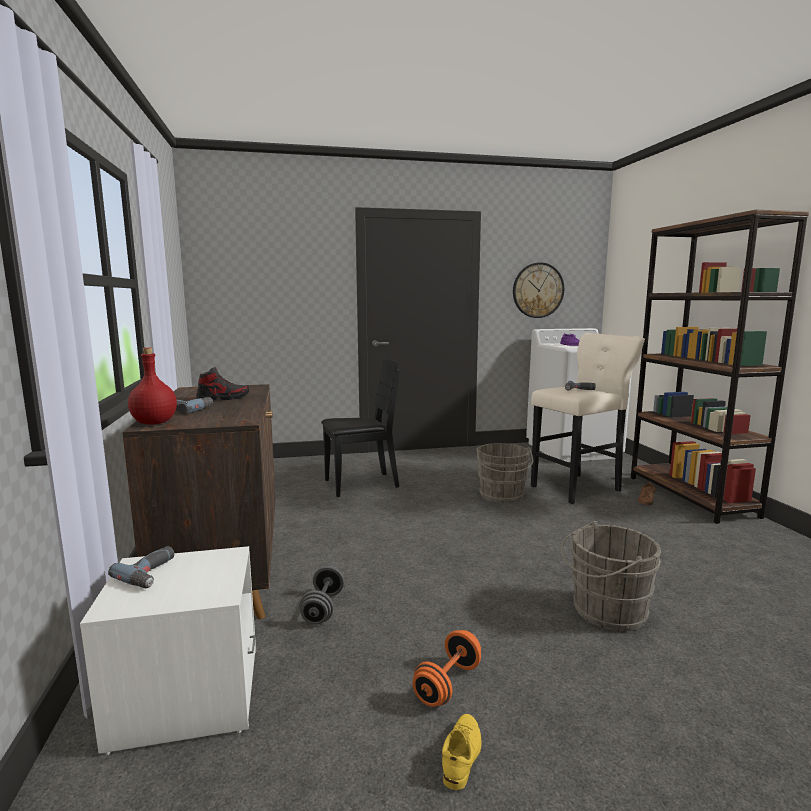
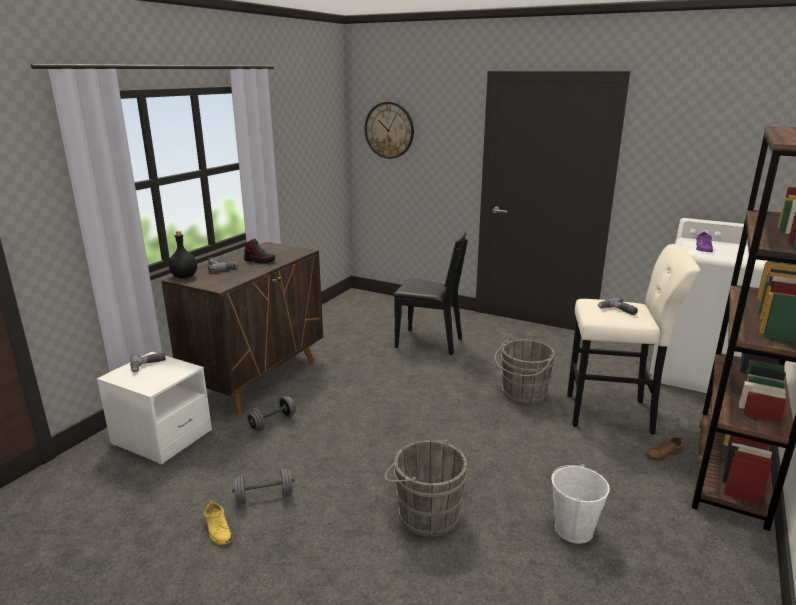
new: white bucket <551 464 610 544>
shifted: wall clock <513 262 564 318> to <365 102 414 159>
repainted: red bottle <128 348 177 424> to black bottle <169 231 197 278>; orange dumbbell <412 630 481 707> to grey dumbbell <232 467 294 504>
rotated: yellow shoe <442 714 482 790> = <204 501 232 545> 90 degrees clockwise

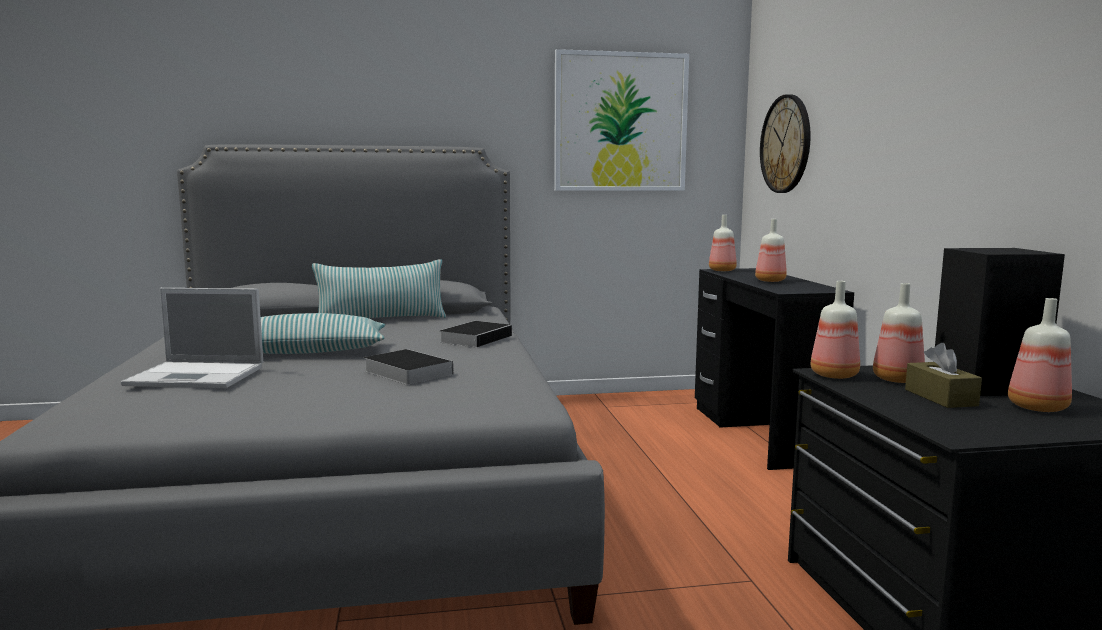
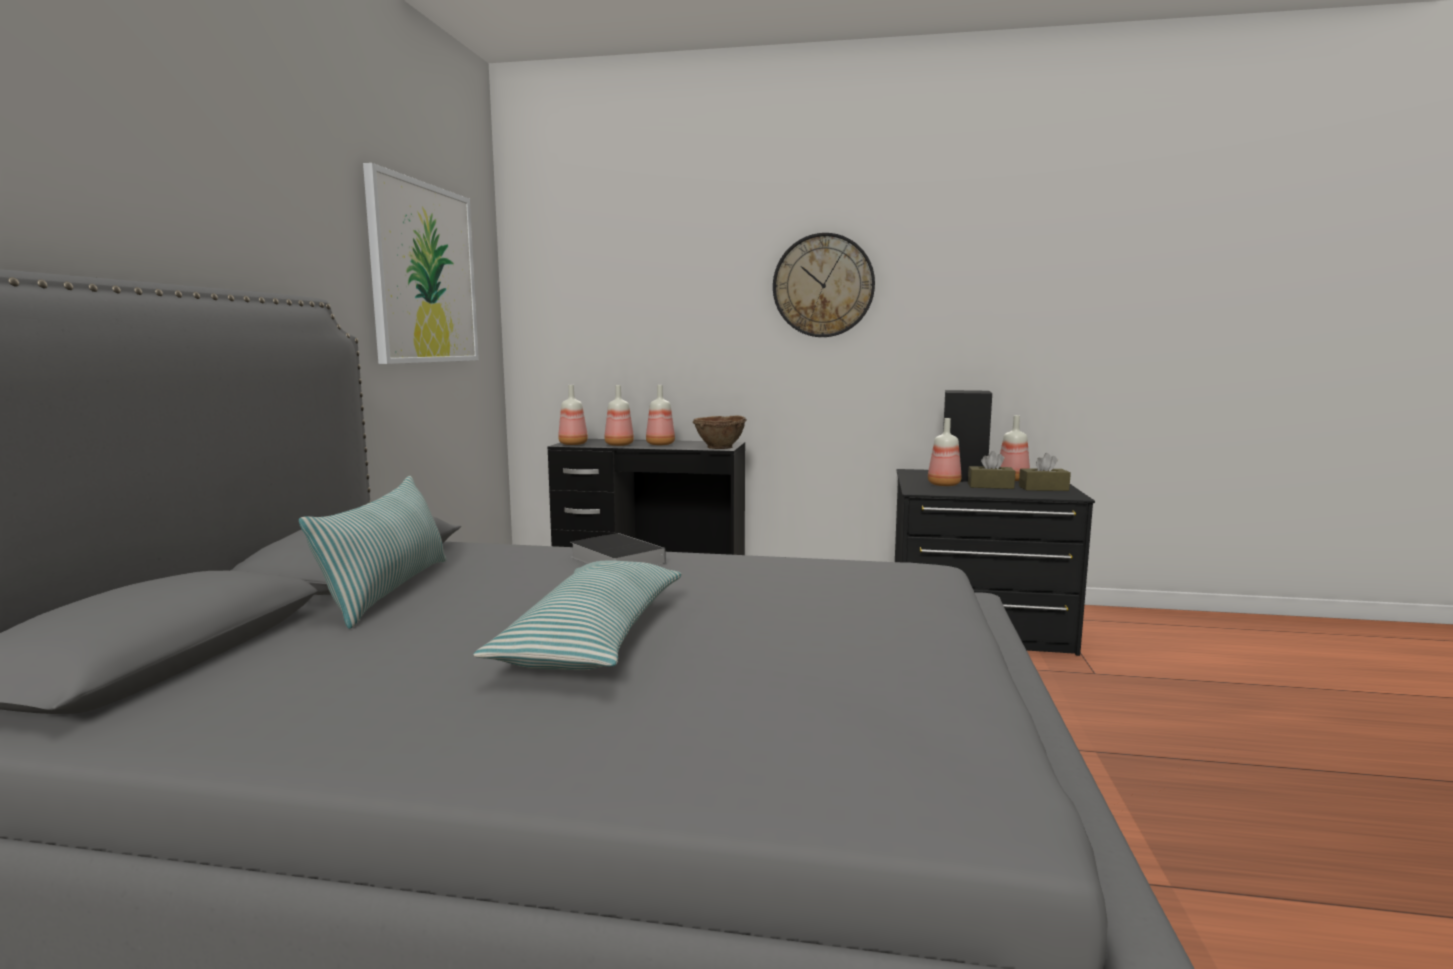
gone: laptop <121 288 263 388>; book <364 349 453 385>
new: brown bowl <693 415 747 449>; brown tissue box <1019 453 1071 491>
shifted: wall clock <760 94 810 193> to <773 233 875 337>; bottle <811 281 860 379> to <604 385 634 446>

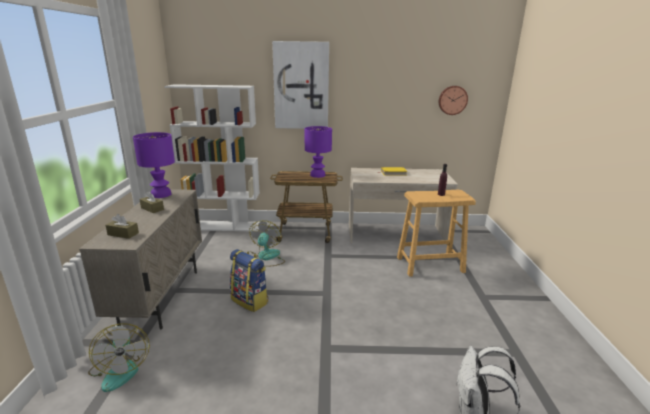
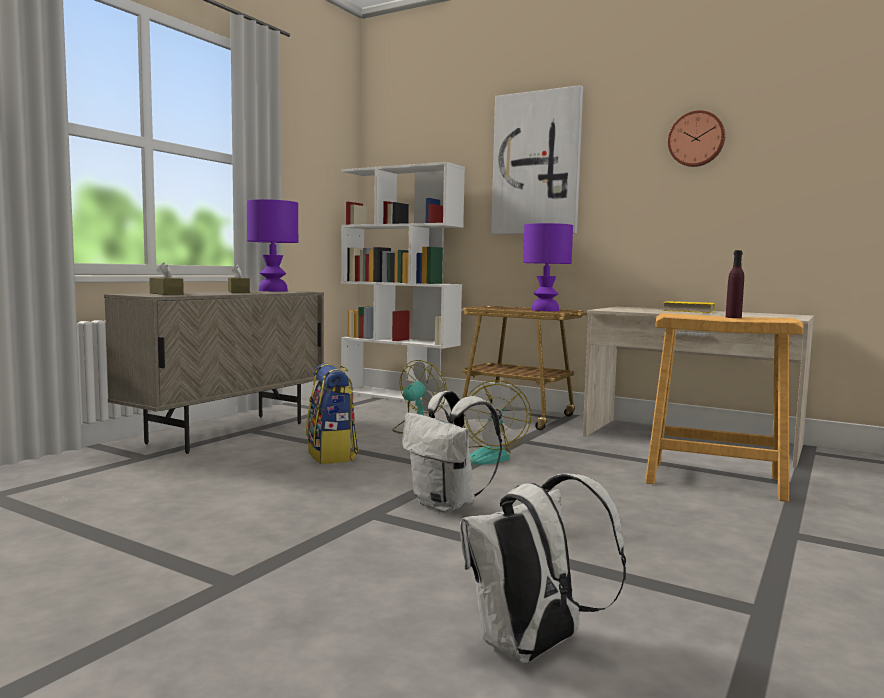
new: white backpack <402 391 502 513>
shifted: fan <88 323 150 392> to <464 380 531 465>; wall clock <439 86 468 115> to <668 110 725 167>

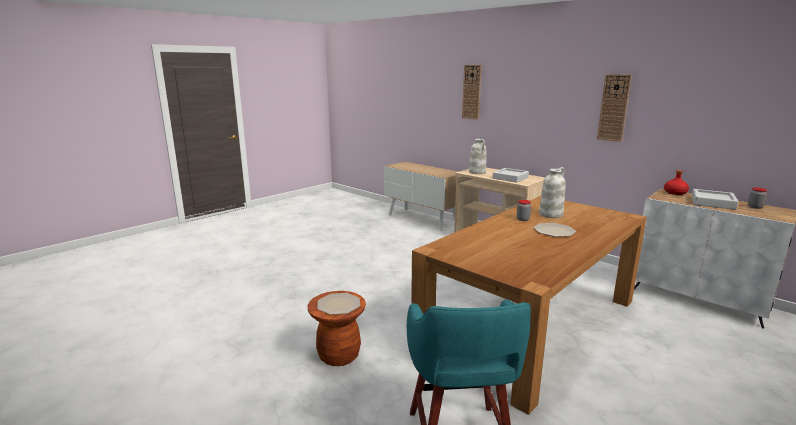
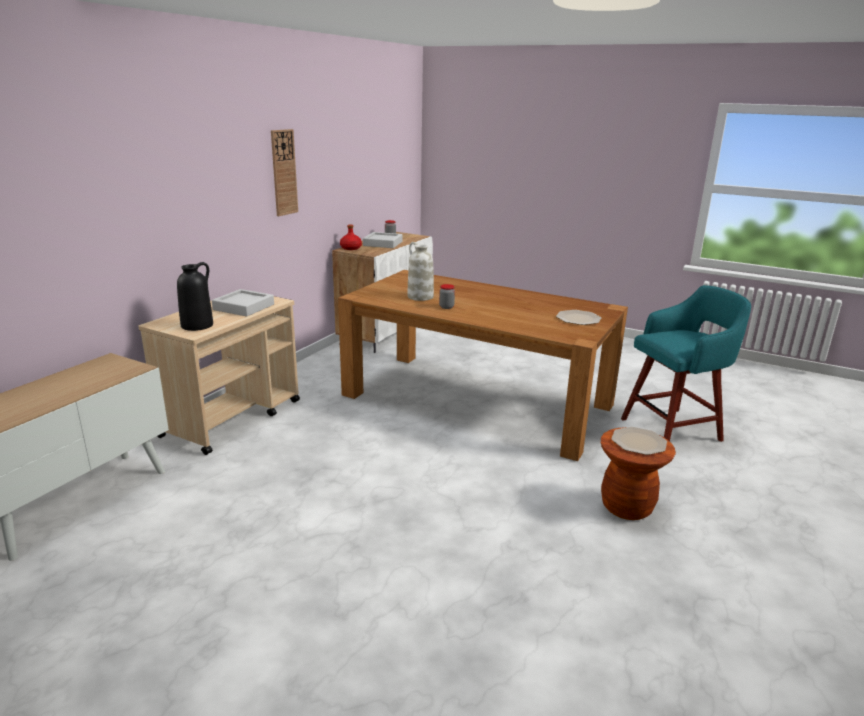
gone: wall clock <462 65 482 120>
shifted: plate <534 223 576 237> to <556 310 601 325>
repainted: white vase <469 139 486 174> to black vase <177 262 213 331>

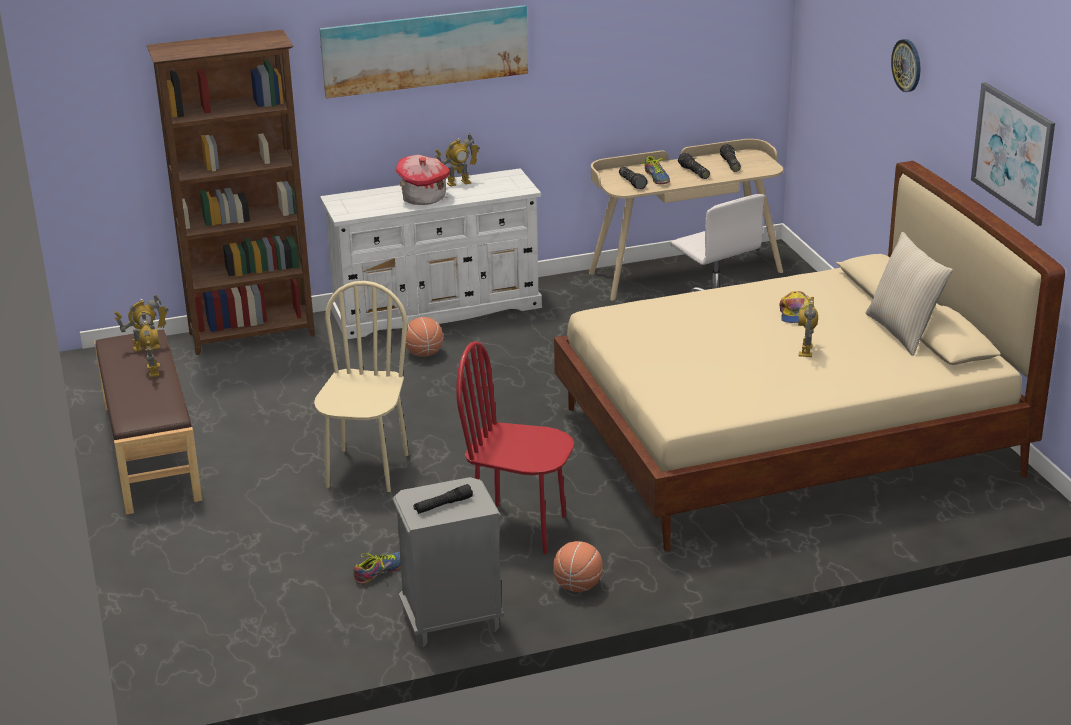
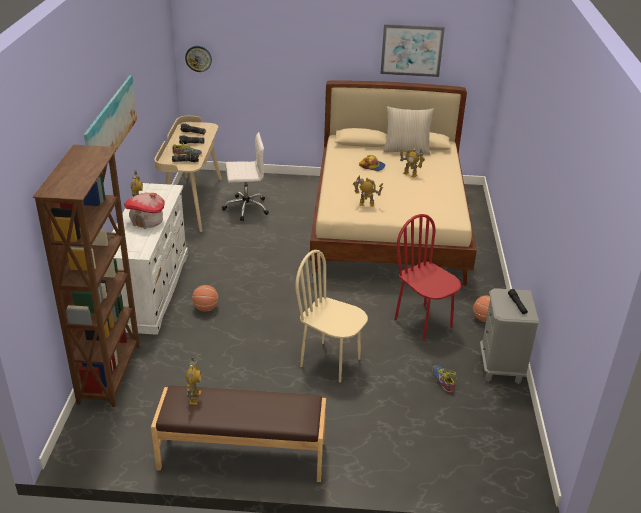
shifted: toy robot <139 312 160 377> to <353 175 383 207>; wall clock <891 39 921 92> to <185 46 212 72>
rotated: red chair <456 341 574 554> = <394 214 461 341> 105 degrees clockwise

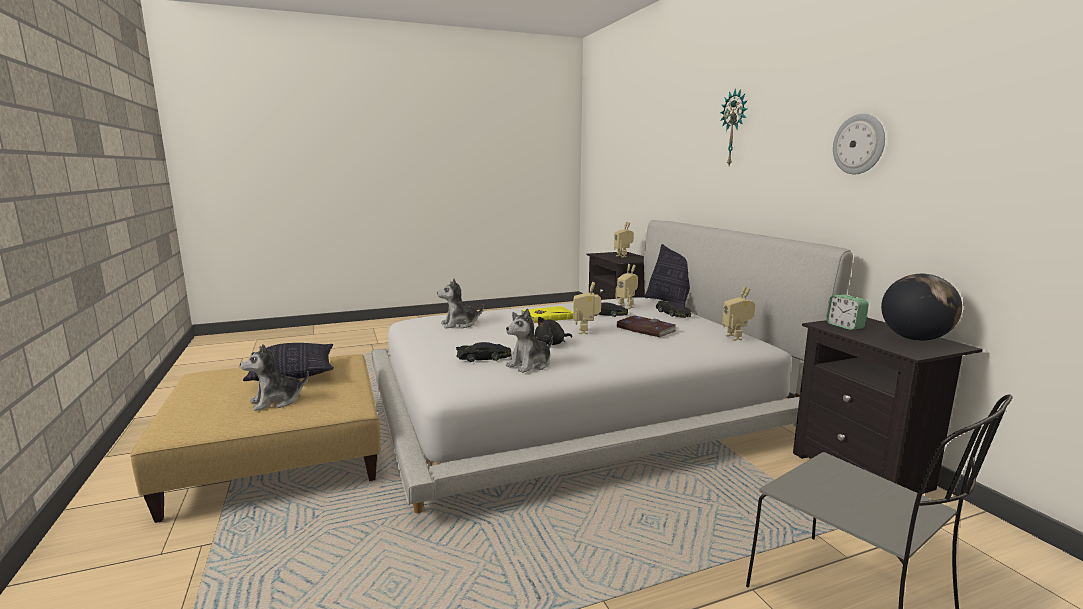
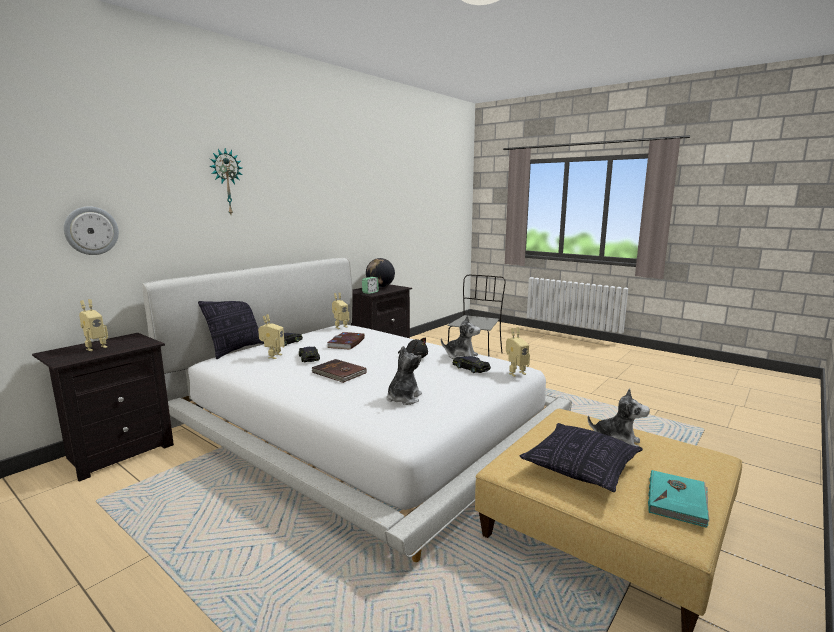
new: turquoise book <648 470 710 528>
shifted: toy robot <573 282 601 334> to <506 327 530 377>; wall clock <833 114 885 174> to <64 206 119 255>
repainted: yellow book <521 306 573 323> to brown book <312 359 367 383>
rotated: plush toy <437 279 484 329> = <386 346 422 405> 105 degrees counterclockwise

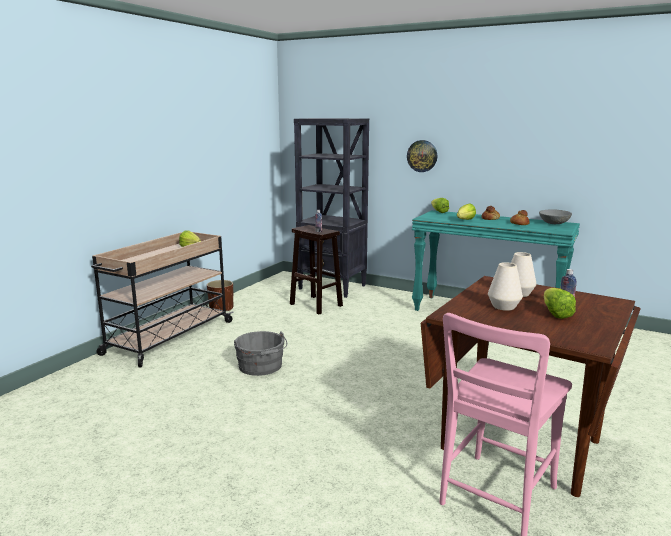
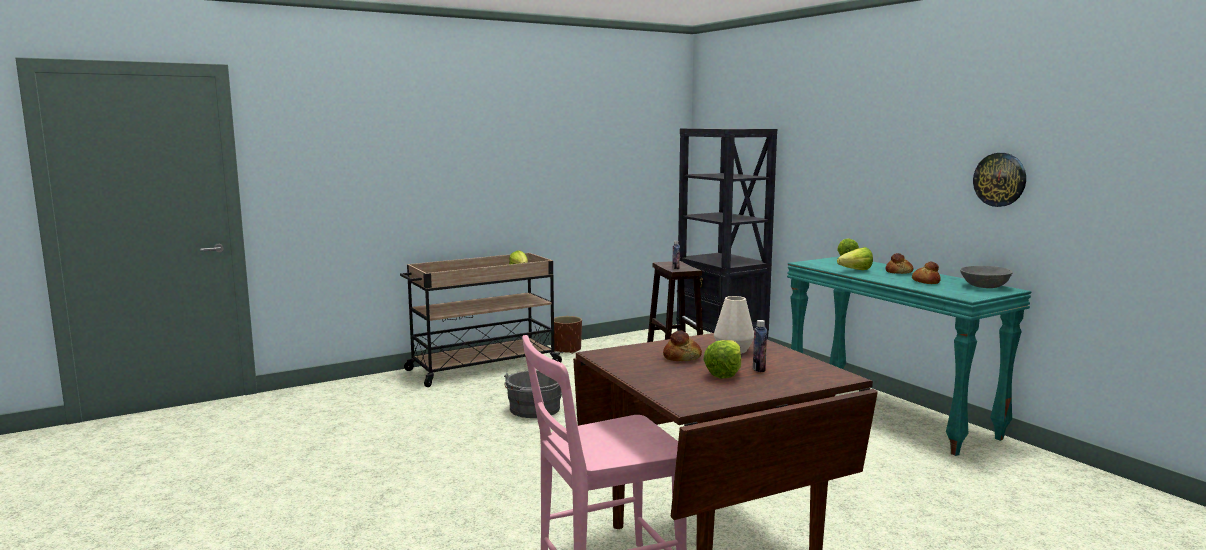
shifted: wall clock <407 140 437 172> to <973 153 1026 207>
swapped: white vase <488 262 523 311> to bread <663 330 702 361>

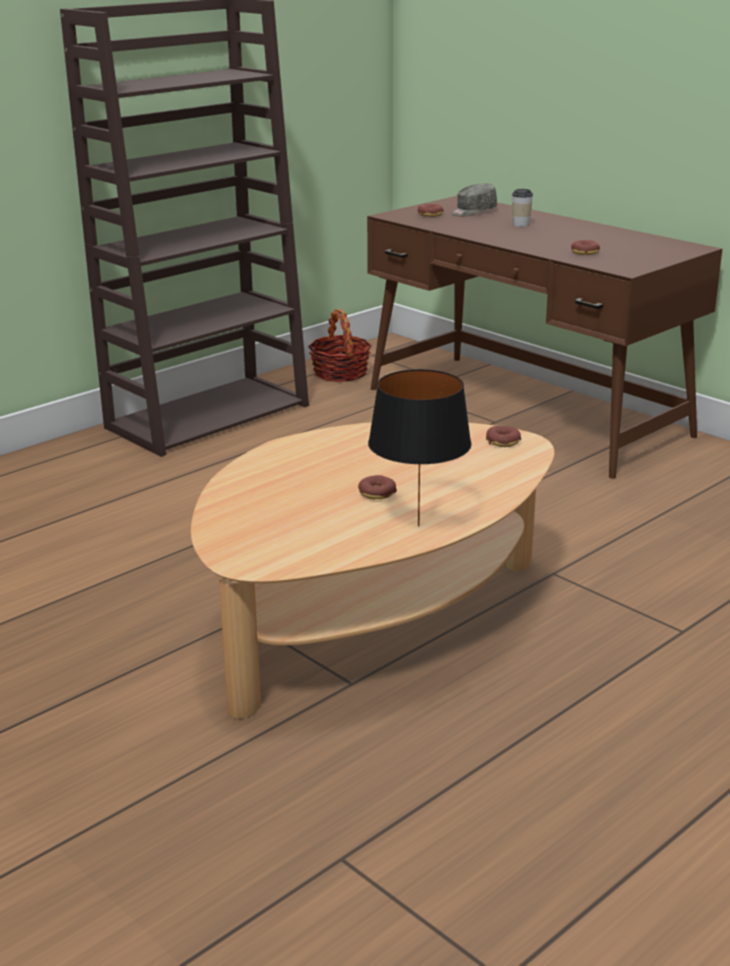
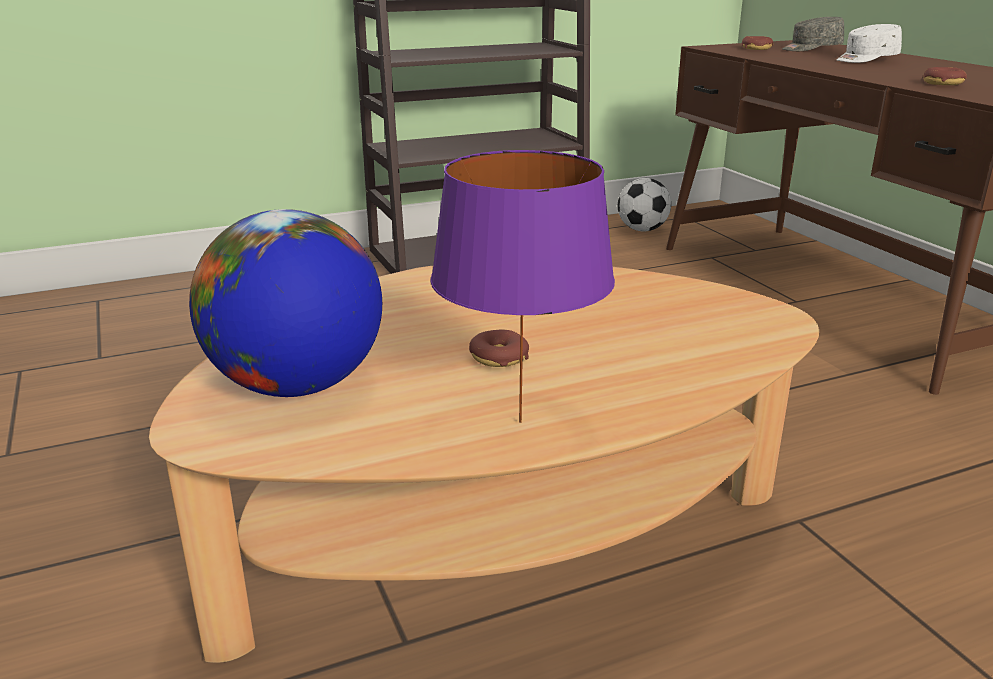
gone: donut <486 426 521 447>
new: globe <189 209 382 397>
swapped: basket <308 309 372 382> to football <618 178 671 231>; cup <512 189 533 227> to white cap <836 24 902 63>
repainted: black table lamp <368 369 472 527> to purple table lamp <430 150 615 423>

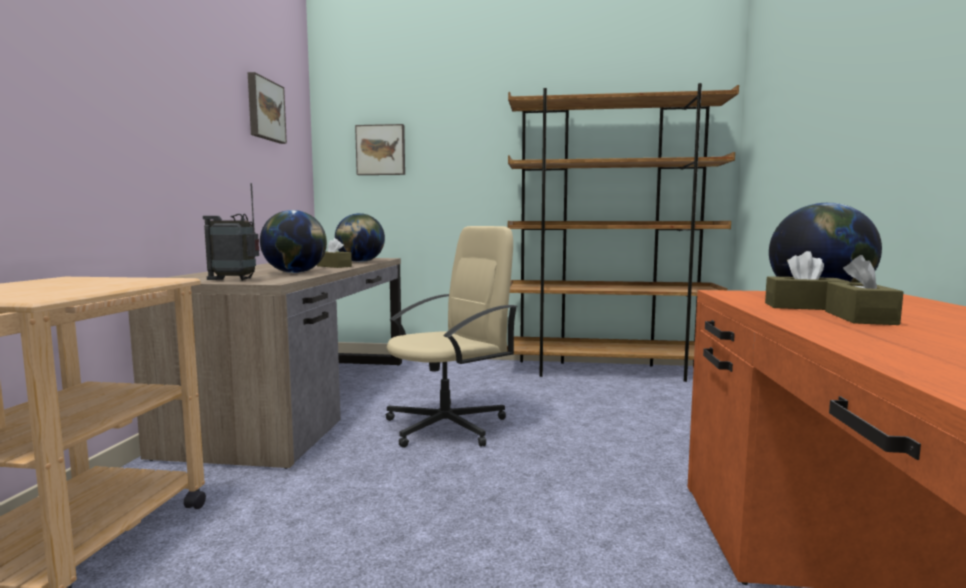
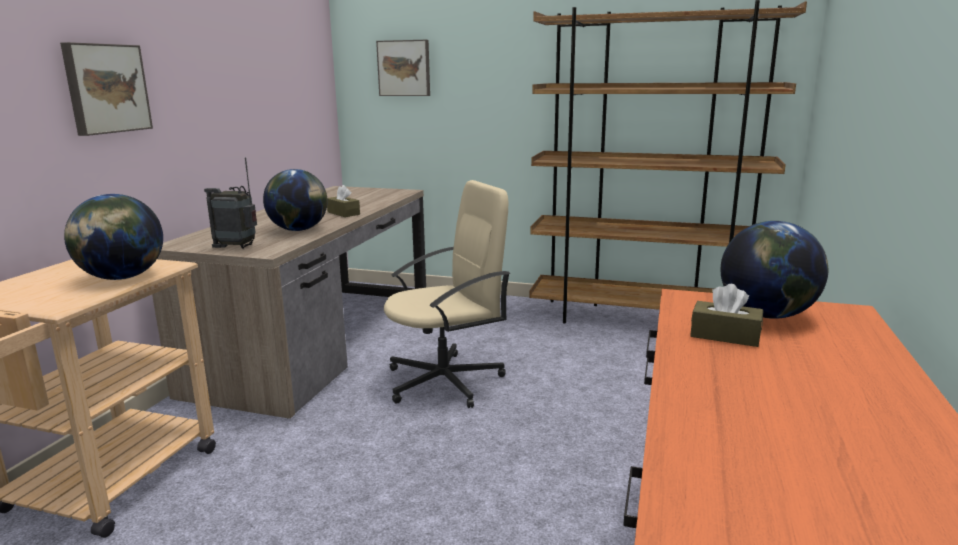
gone: brown tissue box <825 255 903 325>
shifted: picture <248 72 287 144> to <60 42 153 136>; globe <335 213 385 262> to <64 194 163 280>

